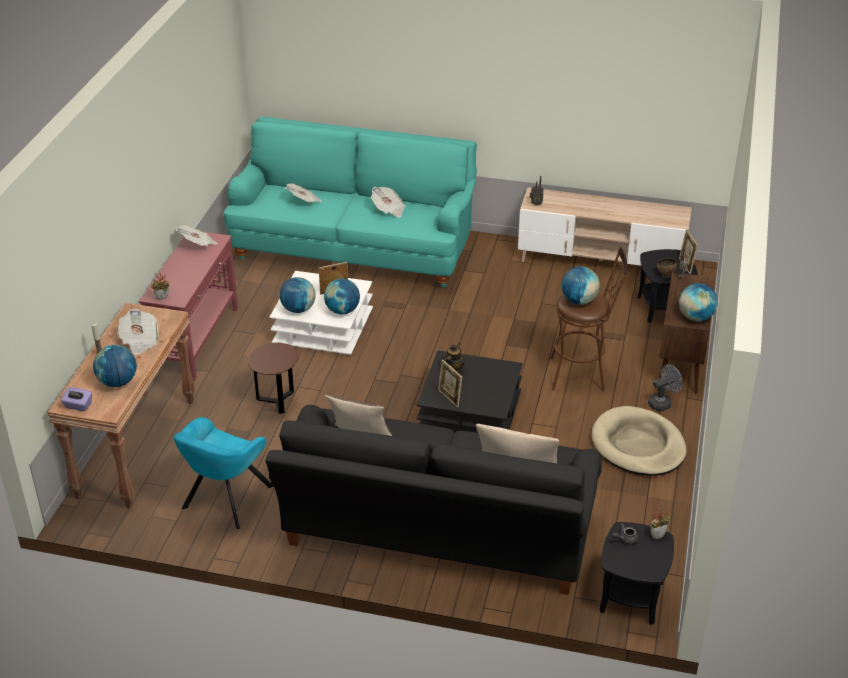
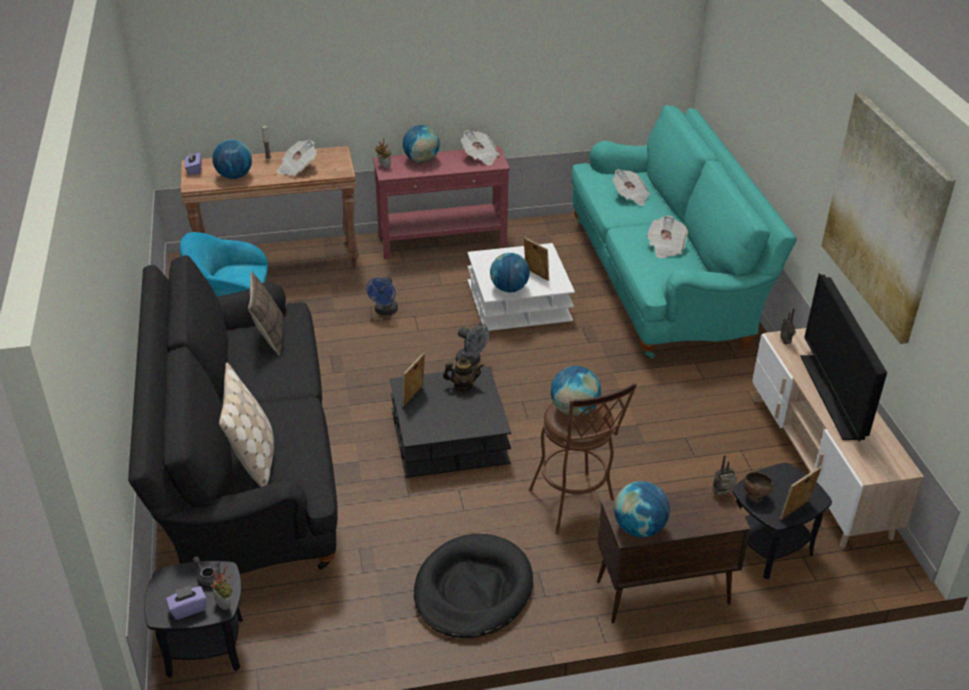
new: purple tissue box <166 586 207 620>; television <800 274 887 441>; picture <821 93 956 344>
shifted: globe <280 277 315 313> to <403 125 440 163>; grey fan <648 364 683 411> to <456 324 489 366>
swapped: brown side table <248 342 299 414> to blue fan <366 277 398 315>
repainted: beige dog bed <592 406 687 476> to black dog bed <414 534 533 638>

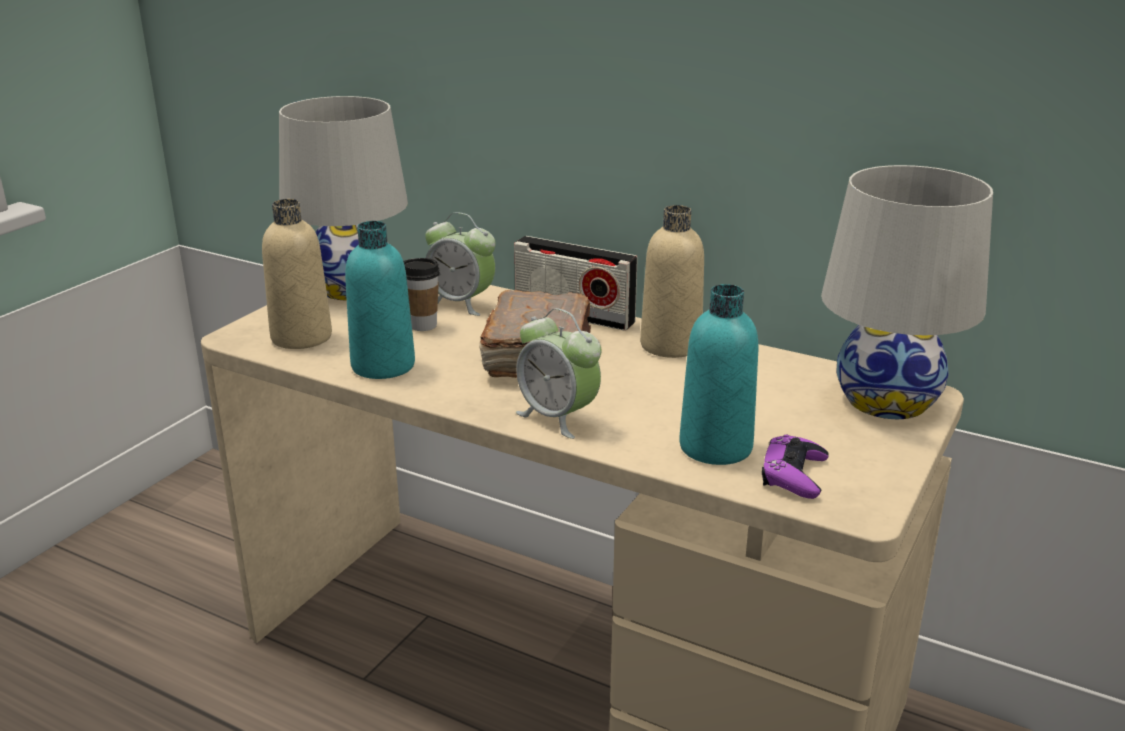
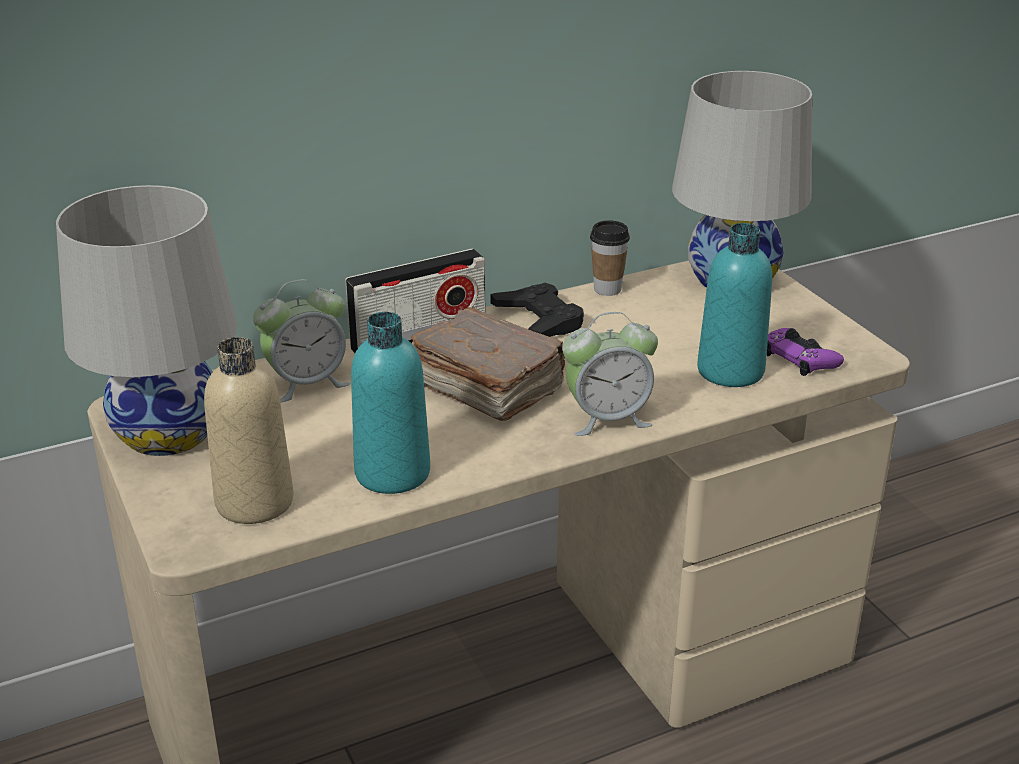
shifted: cup <403 258 440 331> to <590 220 630 296>
swapped: beige bottle <640 205 704 358> to black game controller <490 283 584 337>

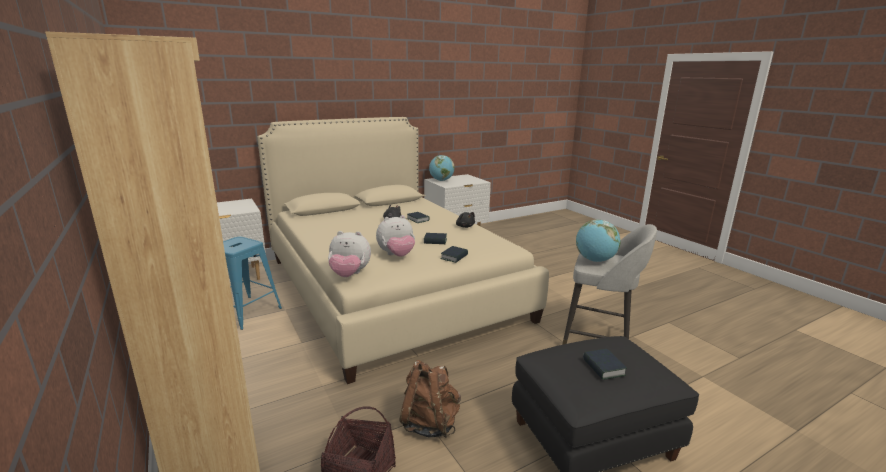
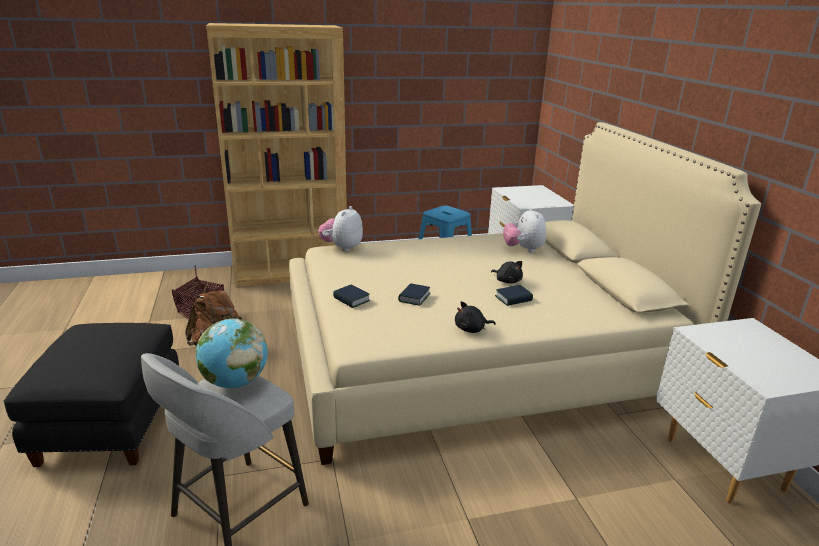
gone: globe <429 155 455 181>; book <583 349 627 380>
shifted: plush toy <376 215 415 257> to <503 207 546 253>

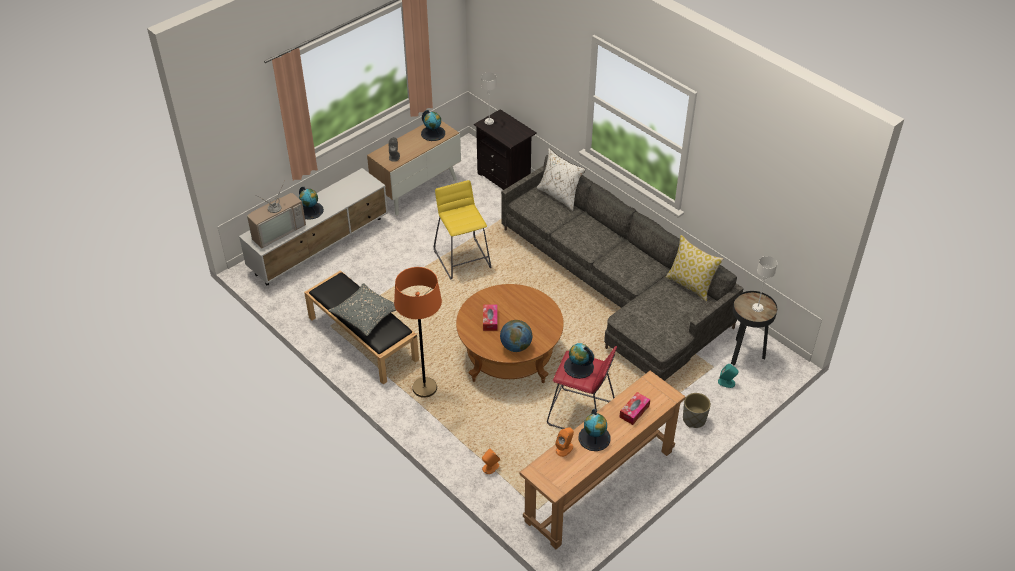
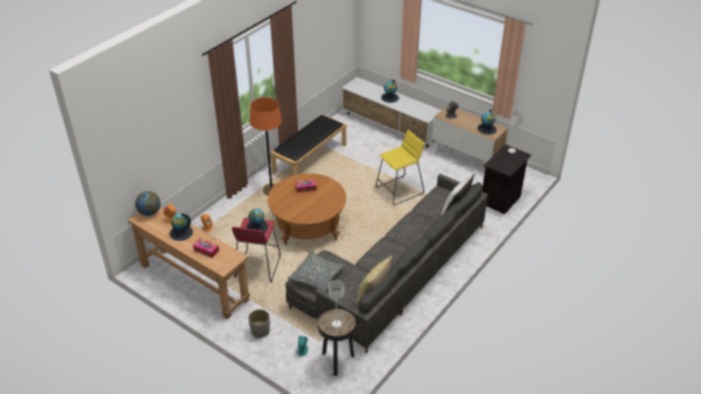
gone: television <247 181 306 248>
shifted: grey pillow <328 283 396 336> to <287 251 346 291>; globe <500 320 532 352> to <135 191 161 216>

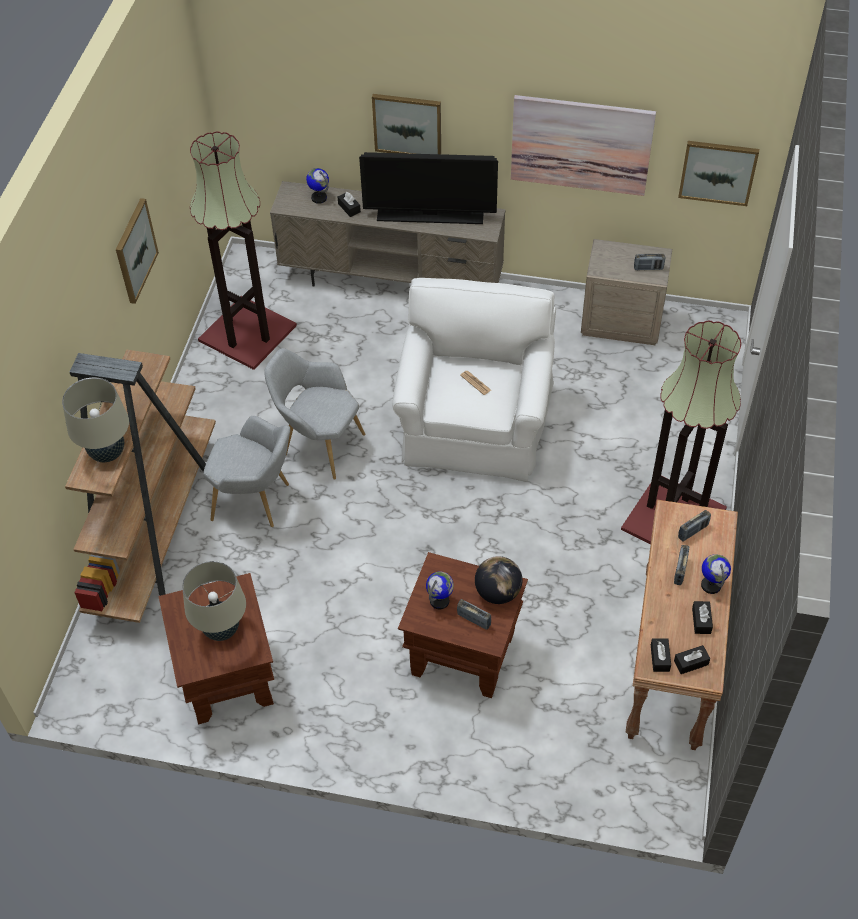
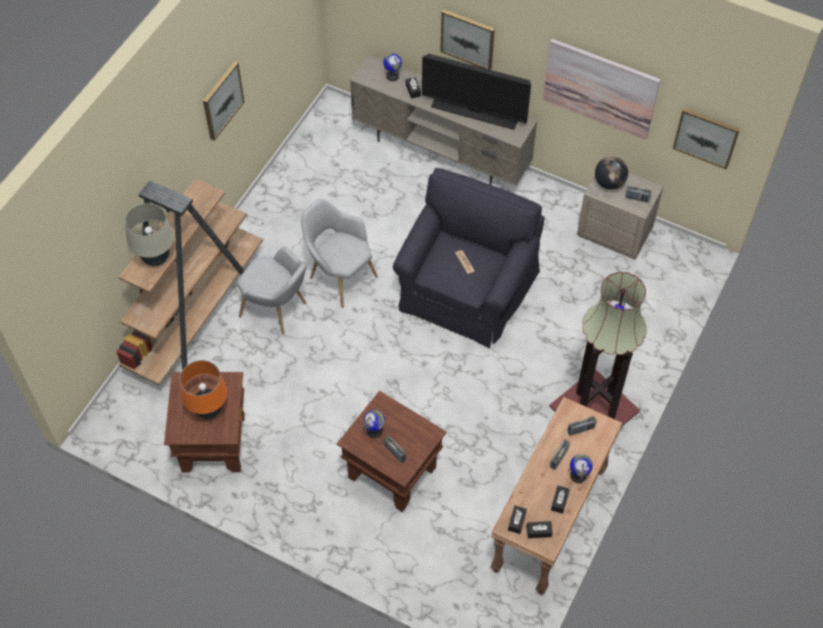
gone: floor lamp <190 131 297 370>
shifted: globe <475 556 522 604> to <595 156 628 189>
repainted: beige table lamp <182 561 246 641> to orange table lamp <179 360 228 419>; white armchair <392 278 556 482> to black armchair <393 168 545 348>

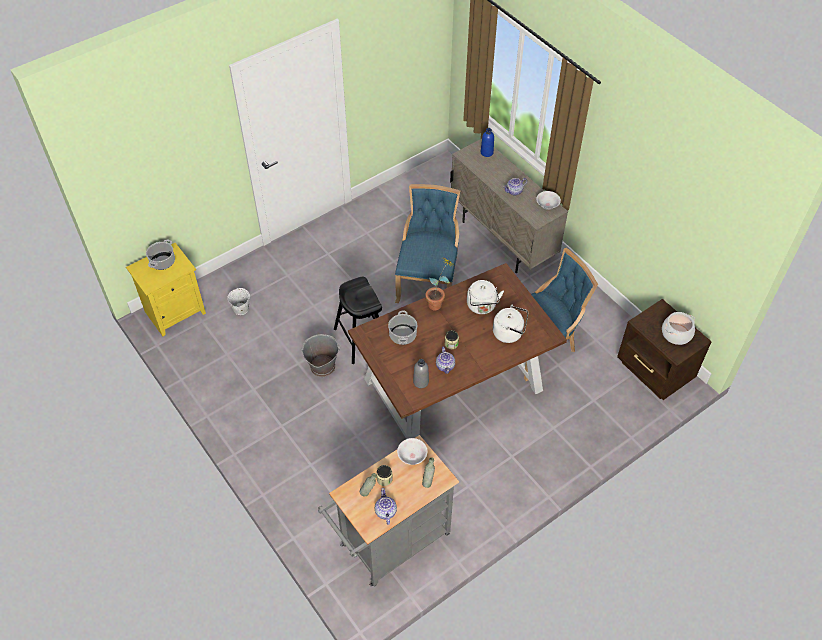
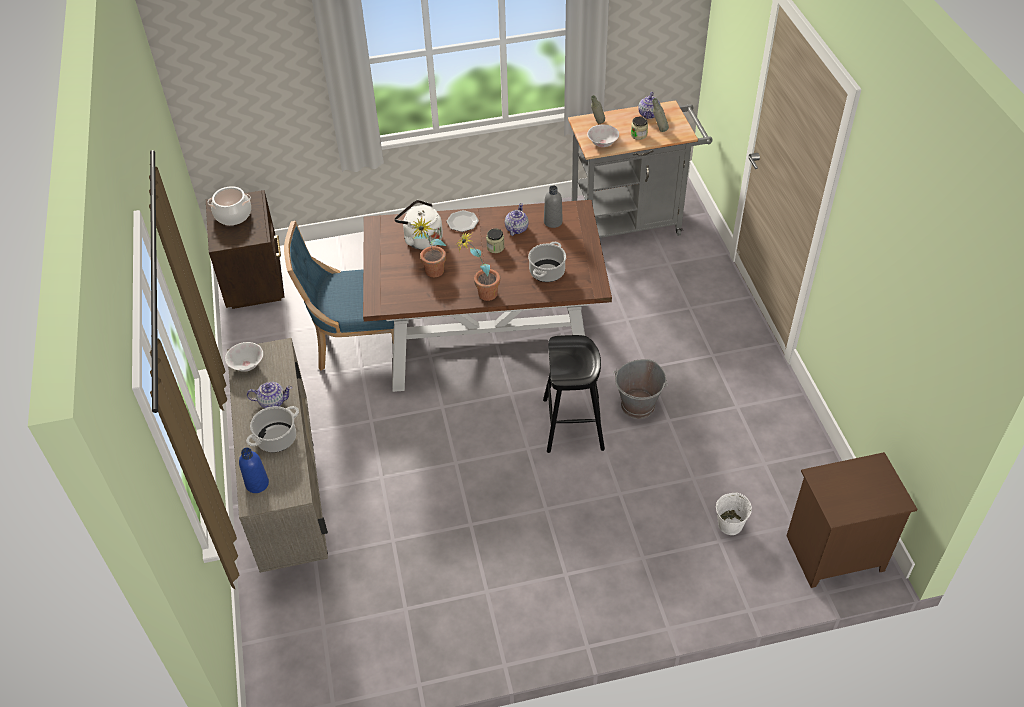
gone: blue chair <395 184 460 303>
new: plate <446 210 479 232>
shifted: cooking pot <146 240 175 270> to <246 406 299 452>
swapped: white kettle <467 280 504 314> to potted plant <411 217 446 277>
repainted: yellow nightstand <126 243 206 336> to brown nightstand <787 452 918 588>

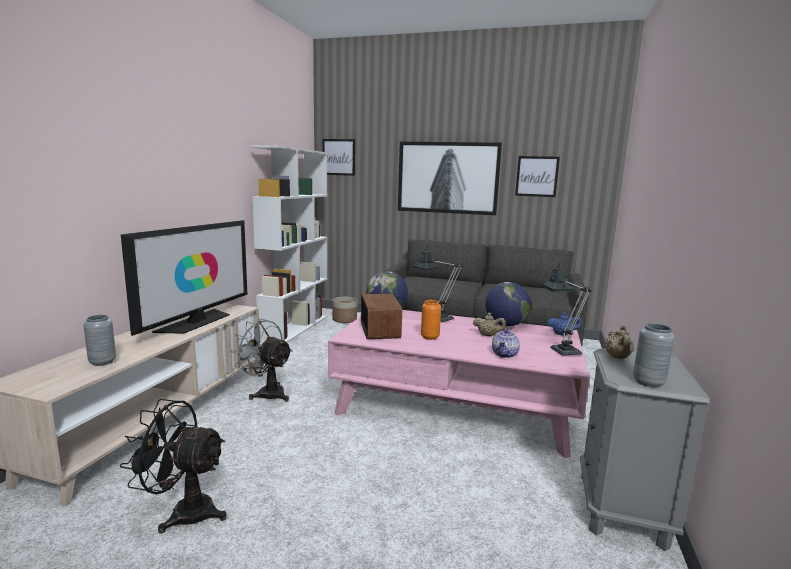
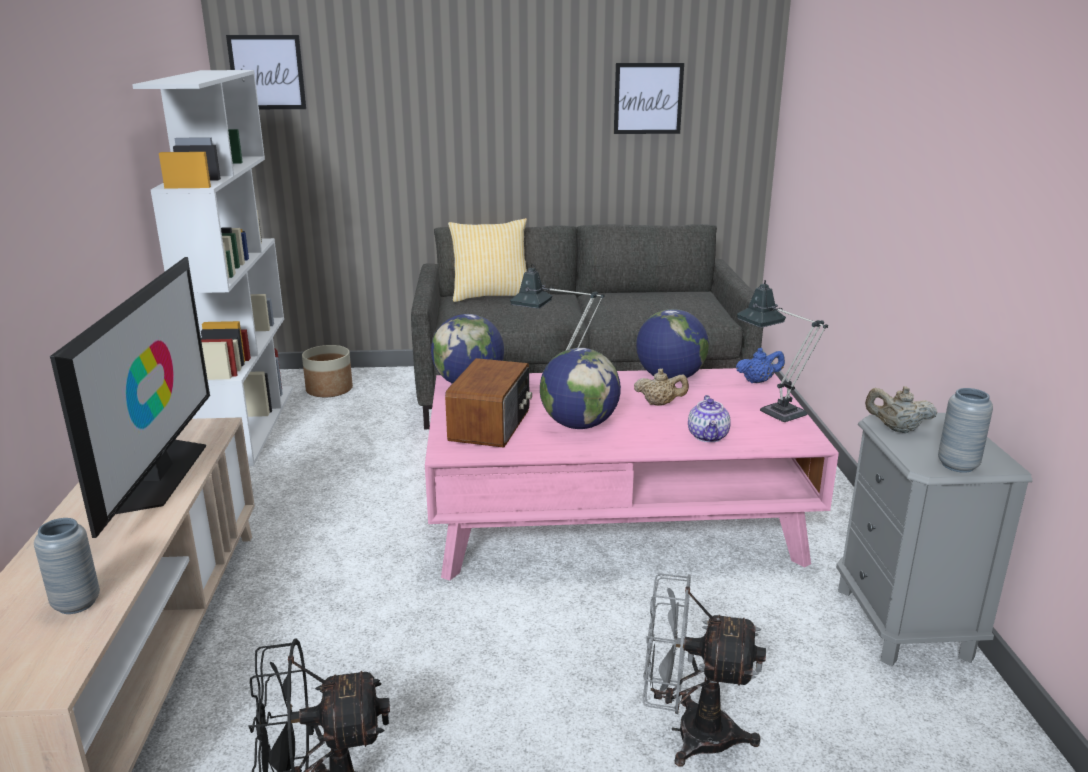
gone: picture <398 142 502 215>
new: pillow <448 218 527 302>
shifted: grey fan <230 319 292 402> to <643 573 766 767>
swapped: orange vase <421 300 441 340> to globe <540 348 621 429>
rotated: radio <361 294 402 339> = <445 358 532 447> 45 degrees clockwise; beige teapot <605 325 634 359> = <865 386 938 433> 120 degrees clockwise

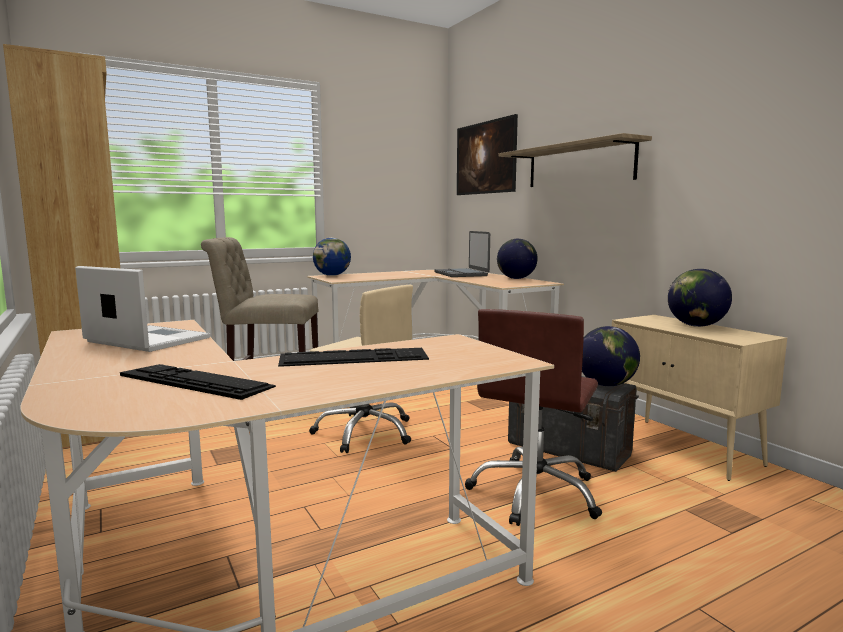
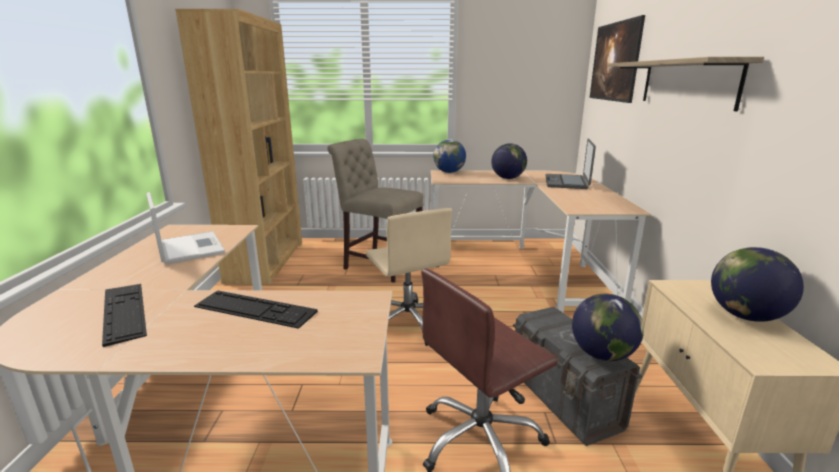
shifted: globe <497 239 538 279> to <491 143 527 179>

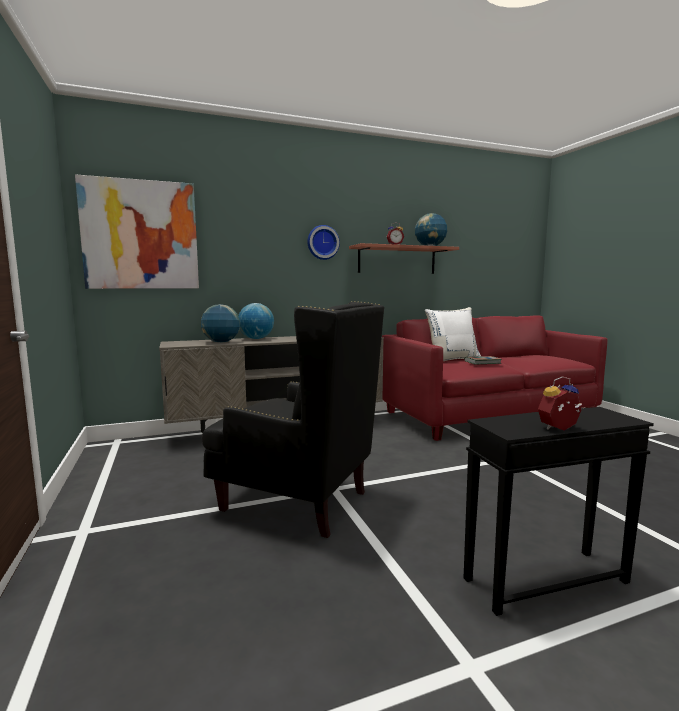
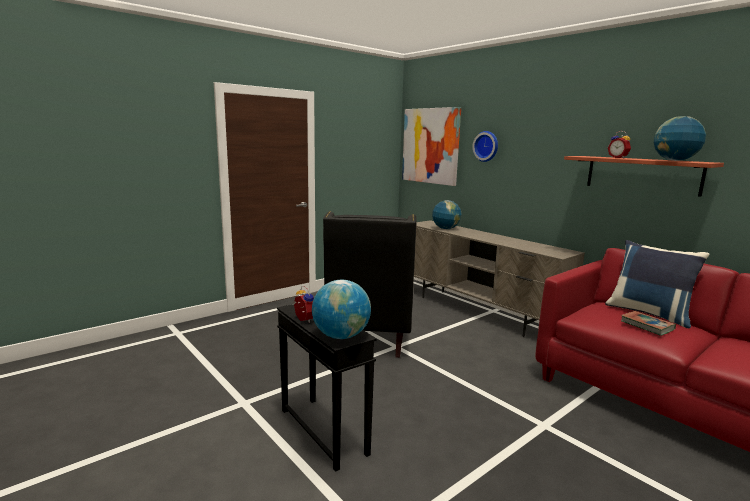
shifted: globe <238 303 274 339> to <312 280 371 339>; wall clock <307 225 340 260> to <472 131 498 162>
repainted: white pillow <425 307 481 361> to blue pillow <605 240 709 328>

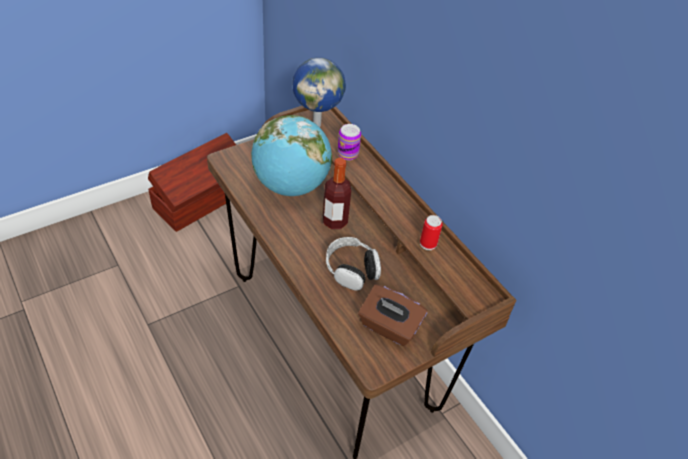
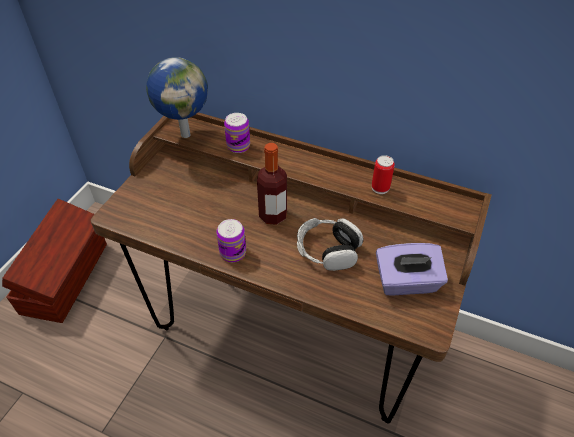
gone: globe <251 115 332 196>
new: can <216 219 246 262>
repainted: brown tissue box <358 284 427 346> to purple tissue box <376 243 448 295>

